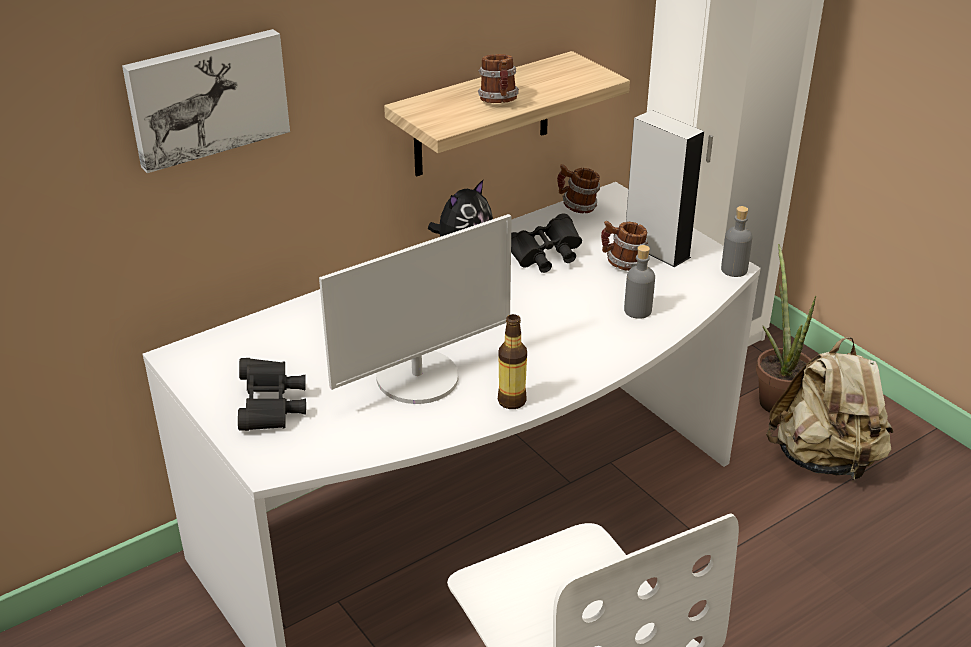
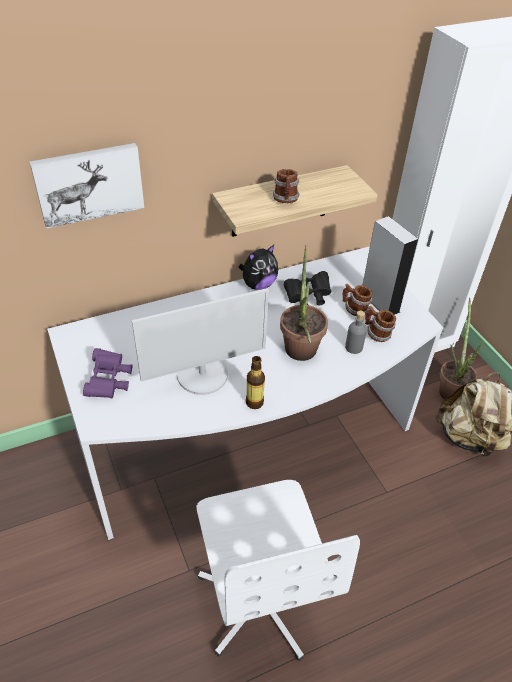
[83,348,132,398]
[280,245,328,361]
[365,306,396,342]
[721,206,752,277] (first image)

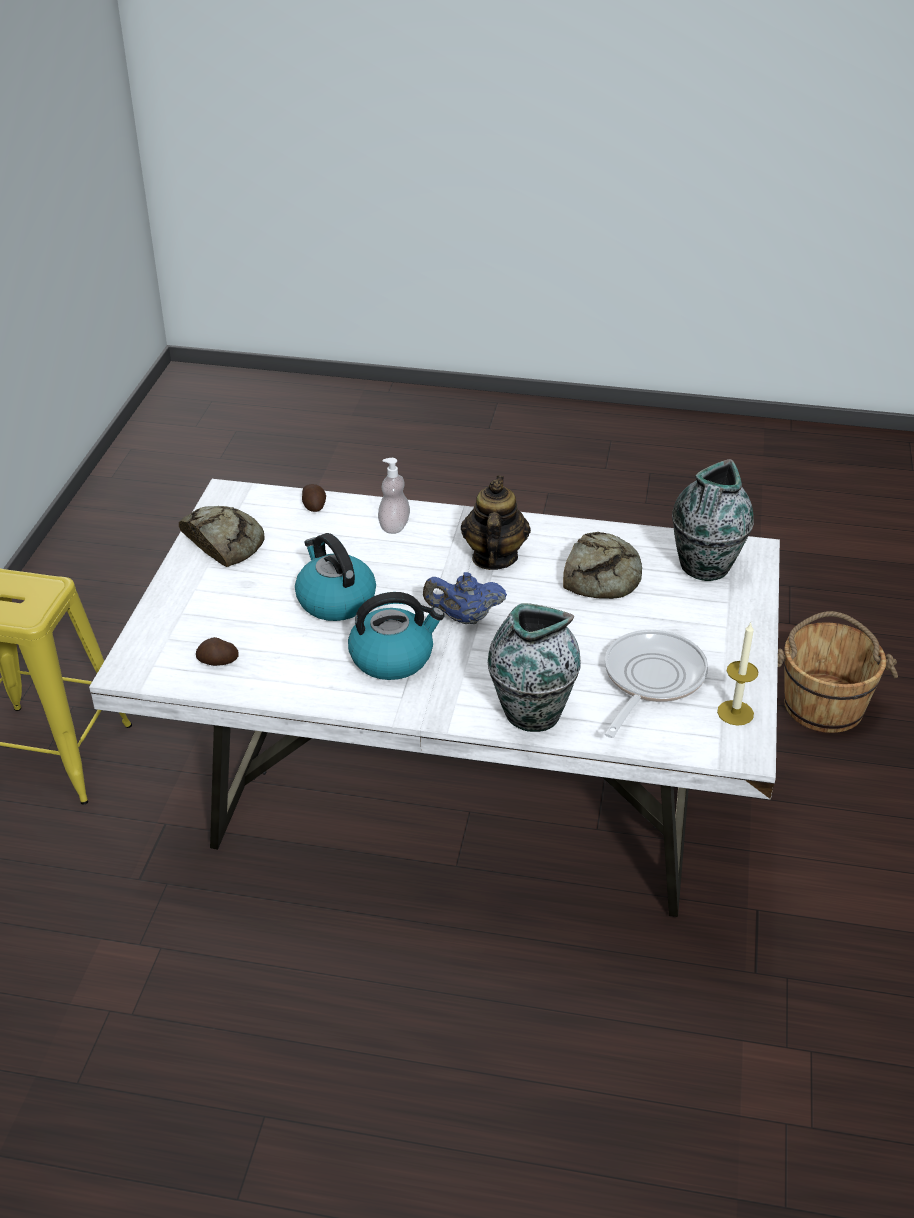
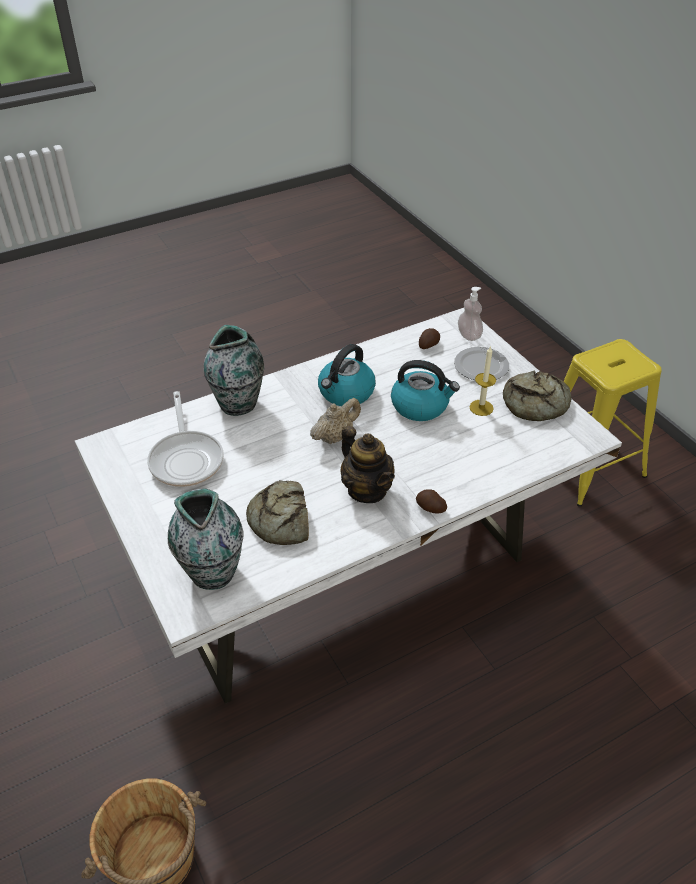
[310,398,361,445]
[416,489,447,514]
[454,347,509,380]
[458,287,483,341]
[469,345,496,416]

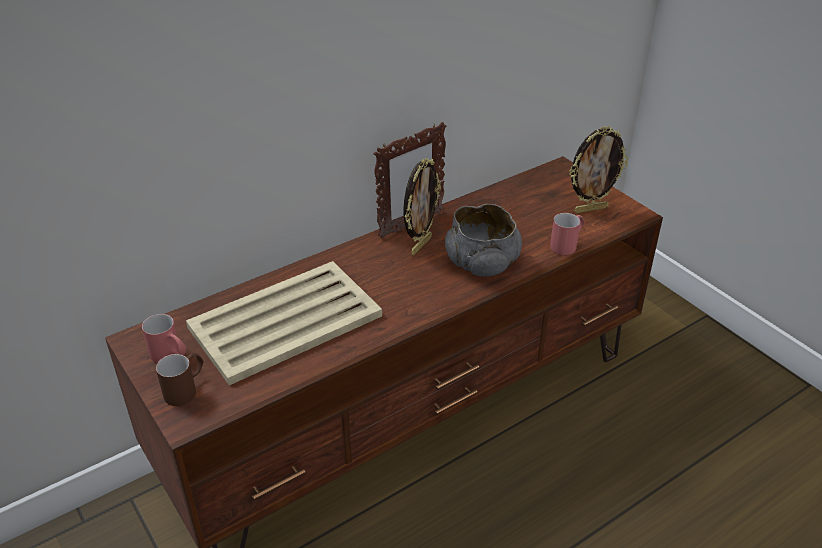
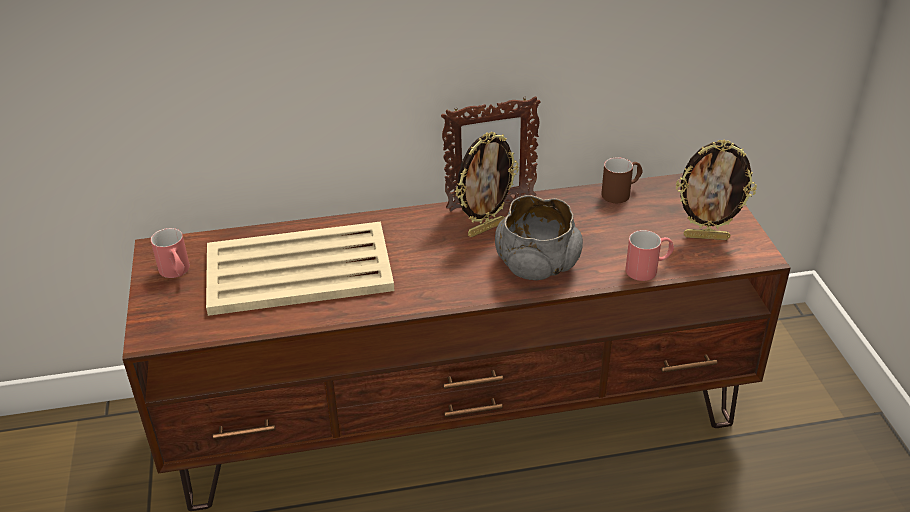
[601,157,643,203]

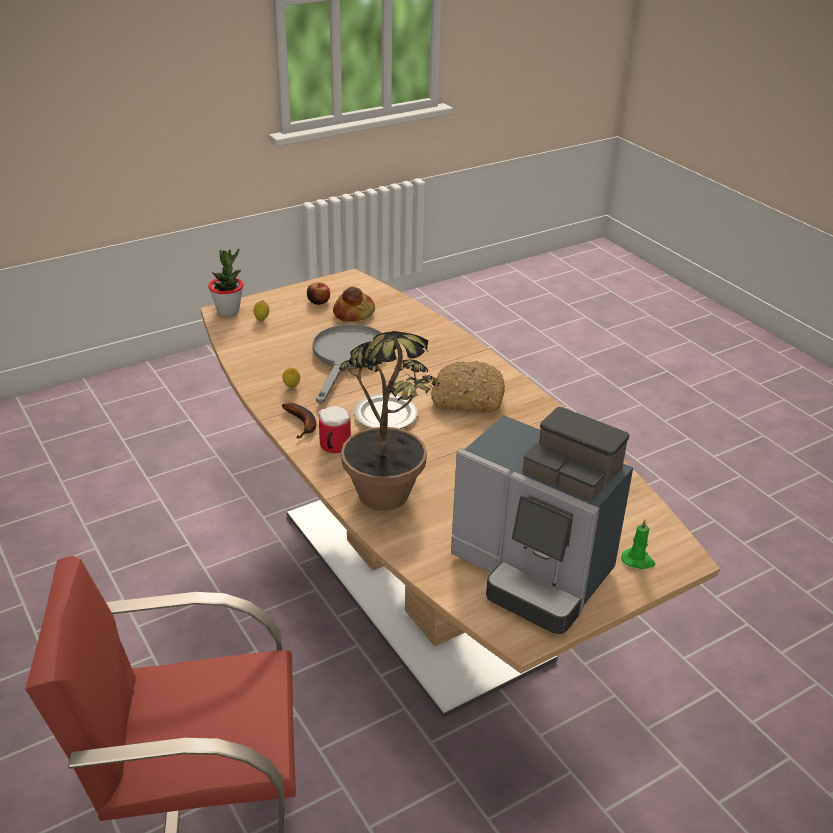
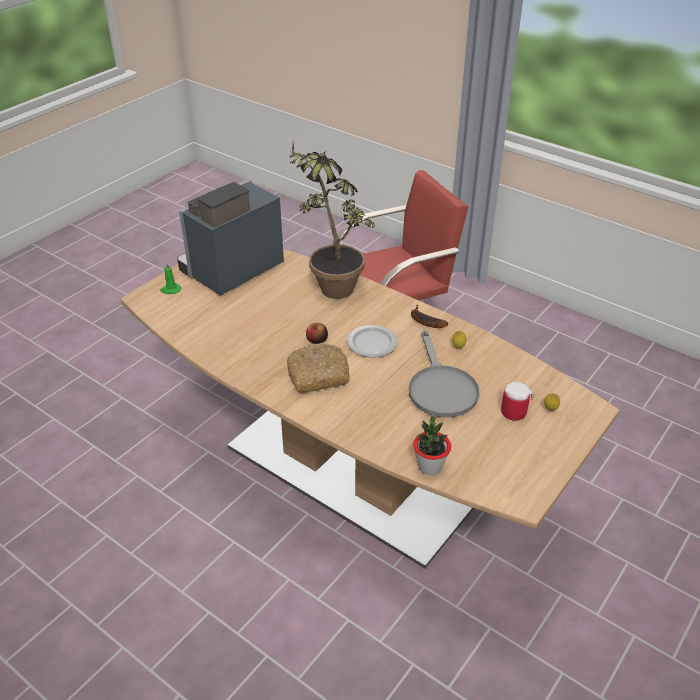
[177,179,284,296]
[306,323,328,344]
[413,416,451,475]
[501,382,534,421]
[333,287,375,322] (first image)

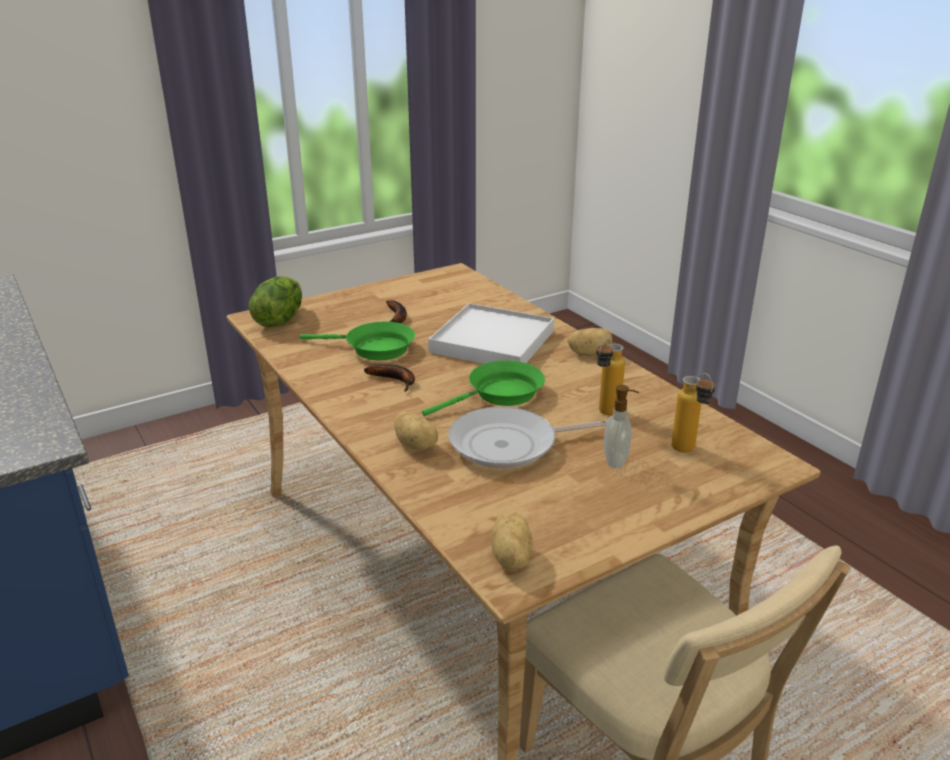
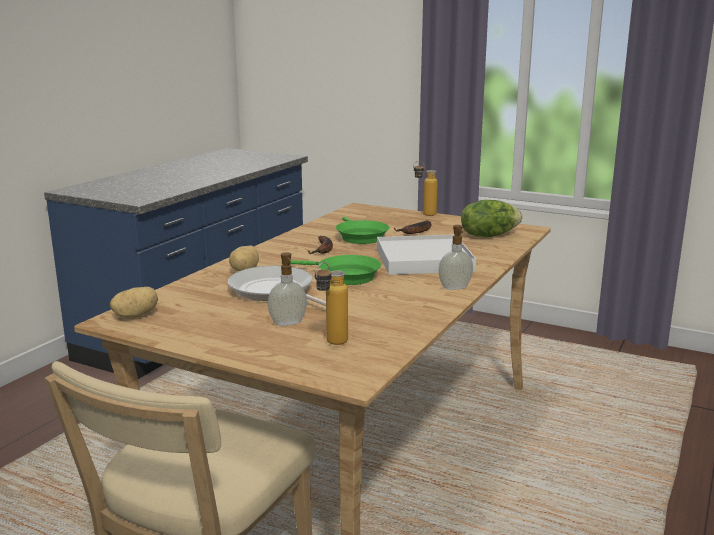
[413,161,438,216]
[439,225,473,290]
[461,200,522,237]

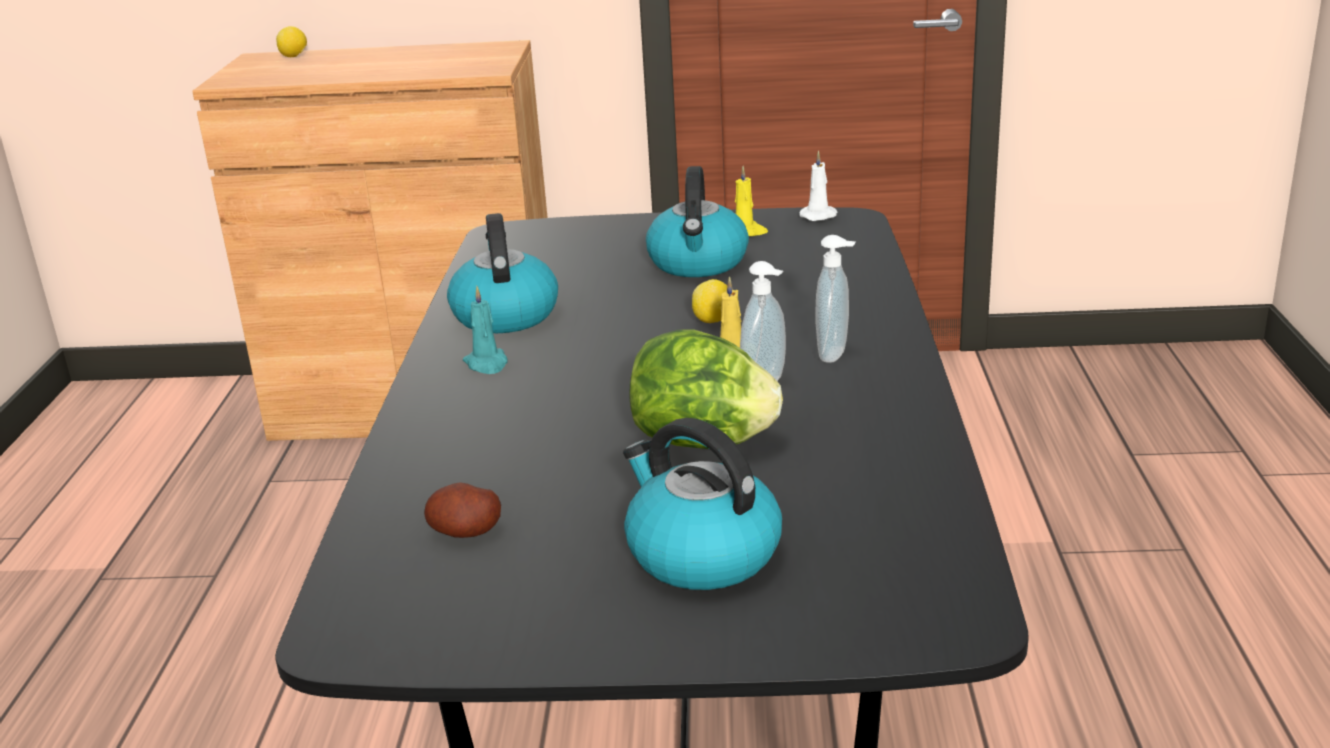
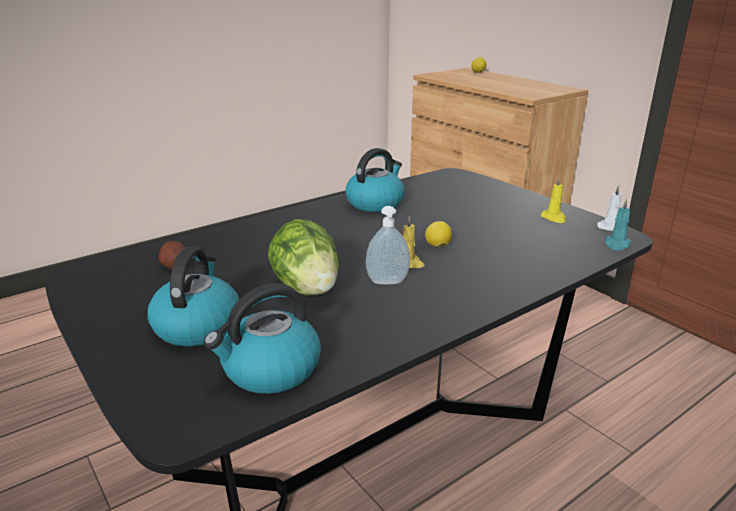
[204,283,321,394]
[605,199,631,250]
[815,235,856,363] (first image)

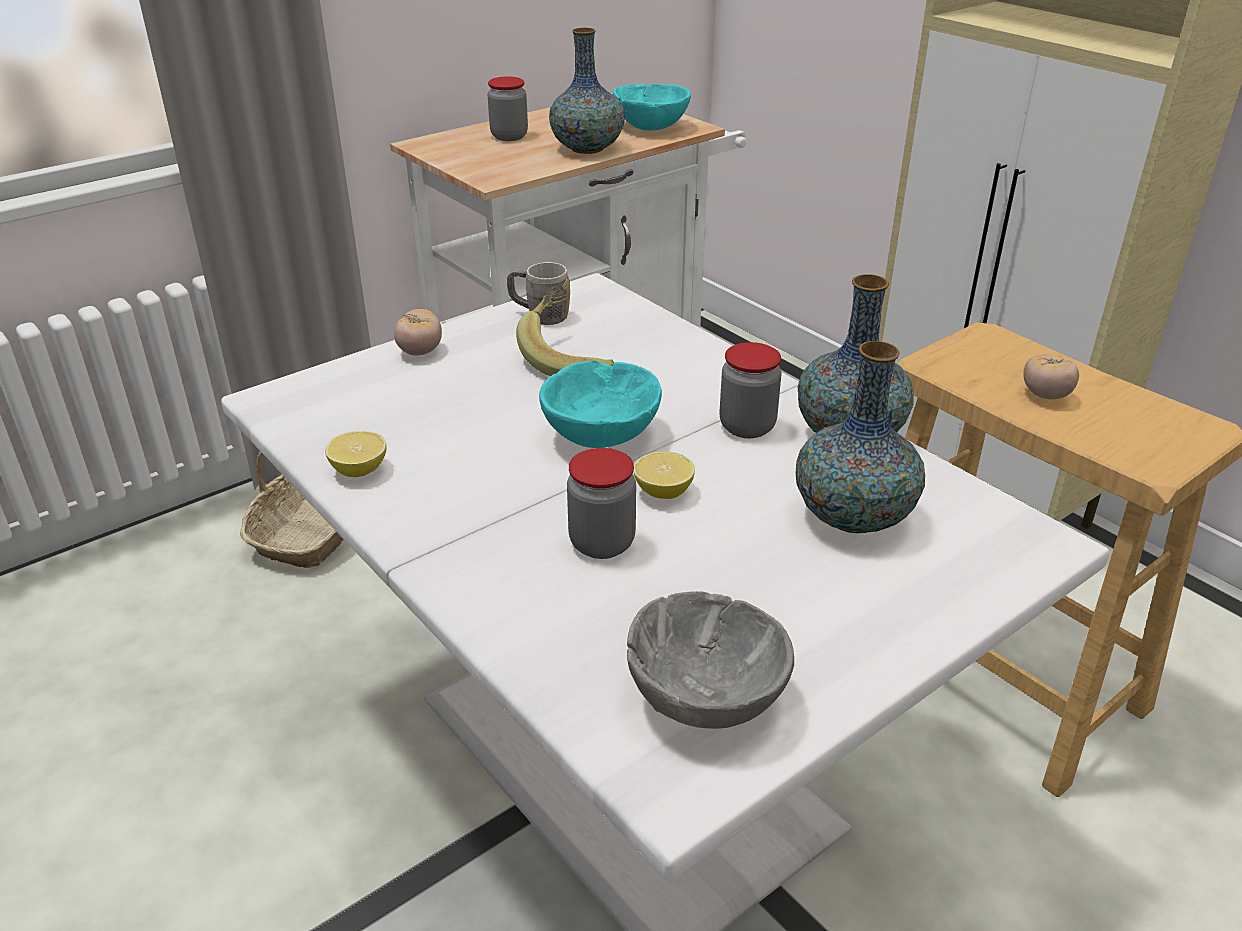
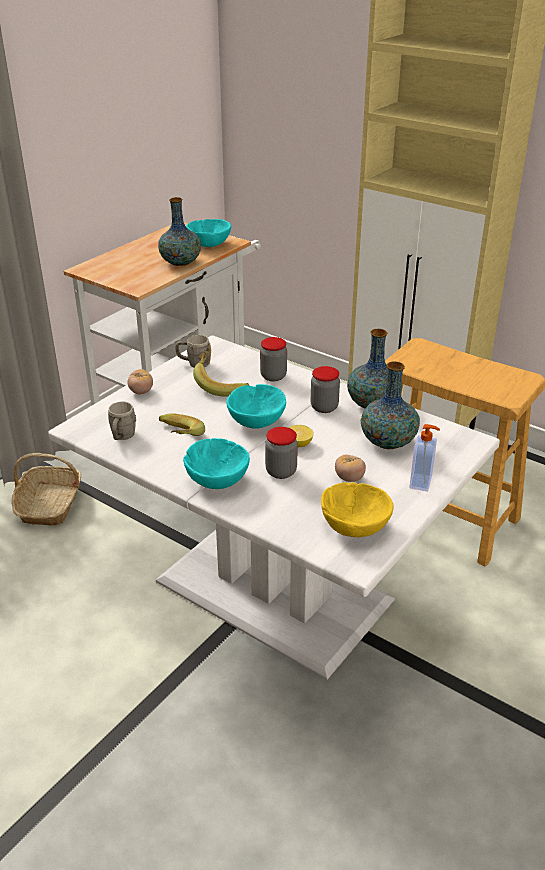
[108,402,136,440]
[159,413,205,436]
[183,438,250,489]
[260,337,287,381]
[321,482,394,537]
[335,454,366,482]
[410,424,440,492]
[325,431,387,477] (first image)

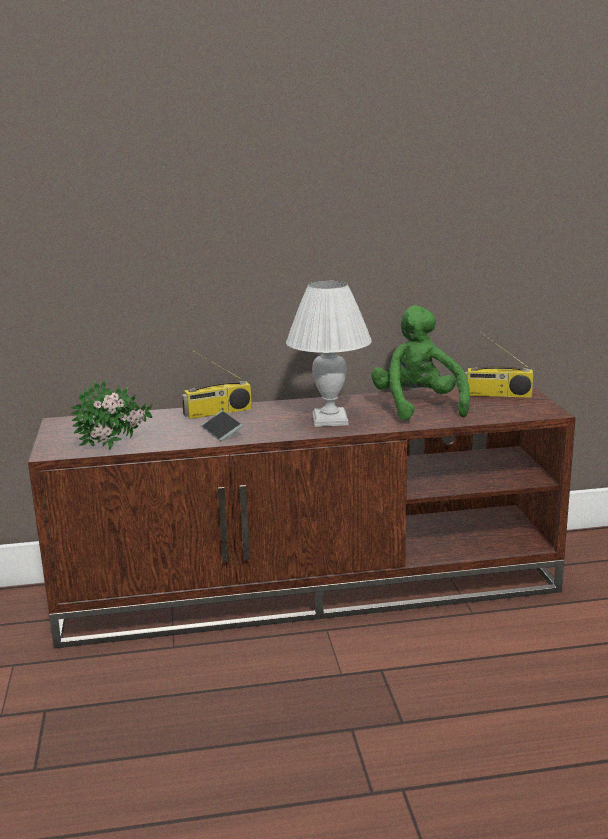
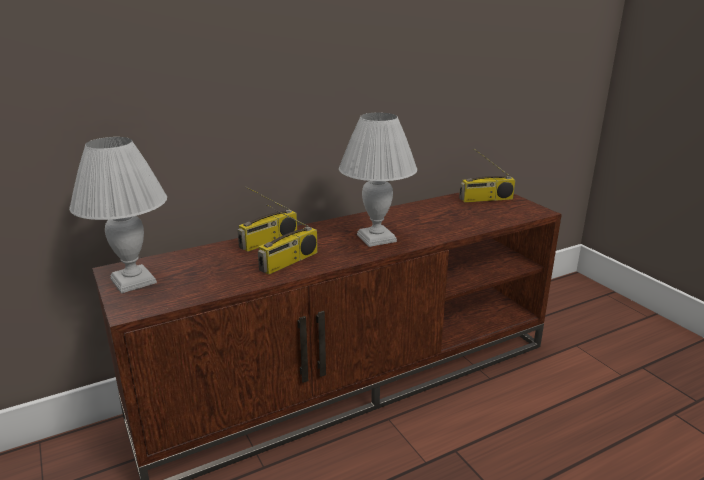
[69,137,167,293]
[258,204,318,275]
[71,380,152,450] (first image)
[371,305,470,421] (first image)

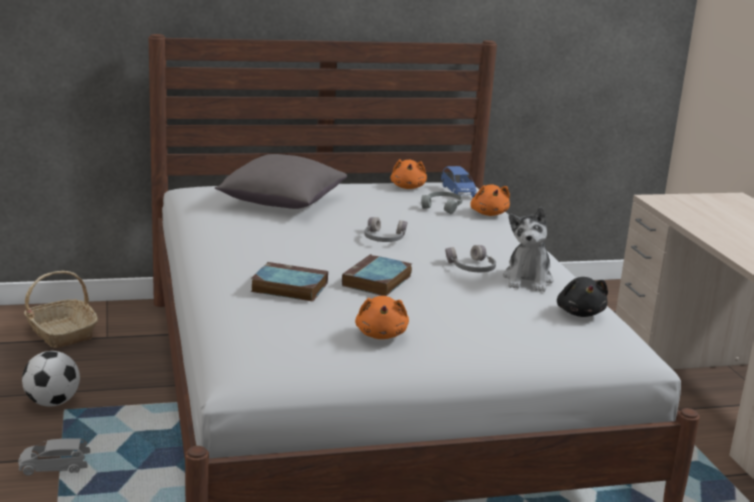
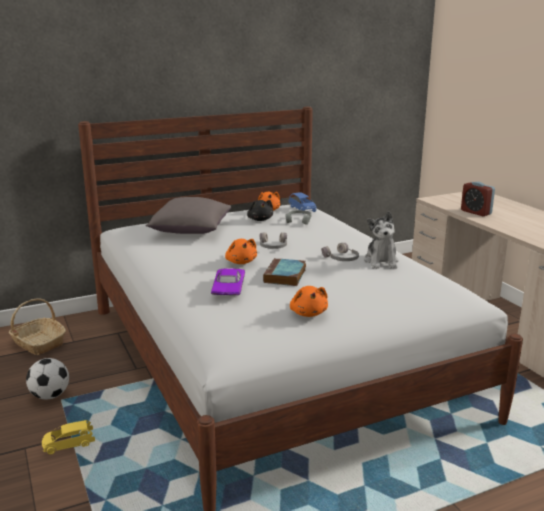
[42,420,95,455]
[211,268,245,295]
[225,239,257,264]
[247,200,273,221]
[461,182,495,216]

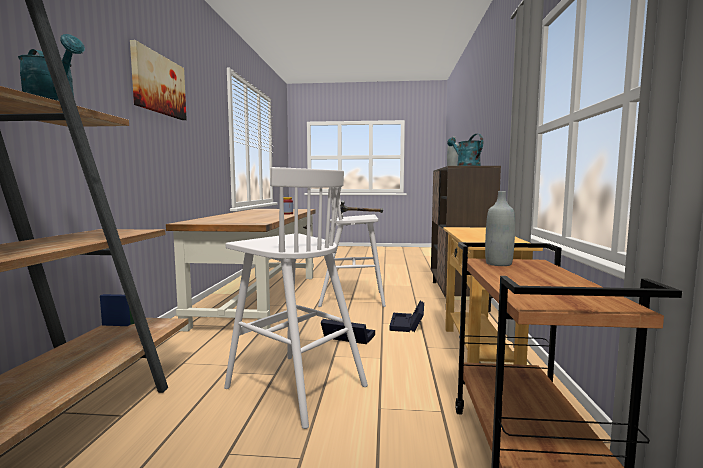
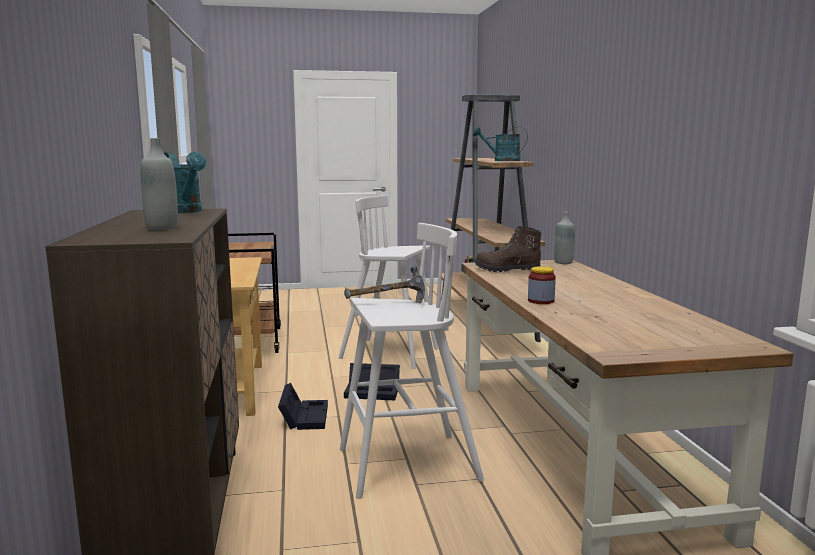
[474,226,542,272]
[554,212,575,264]
[130,40,187,120] (first image)

